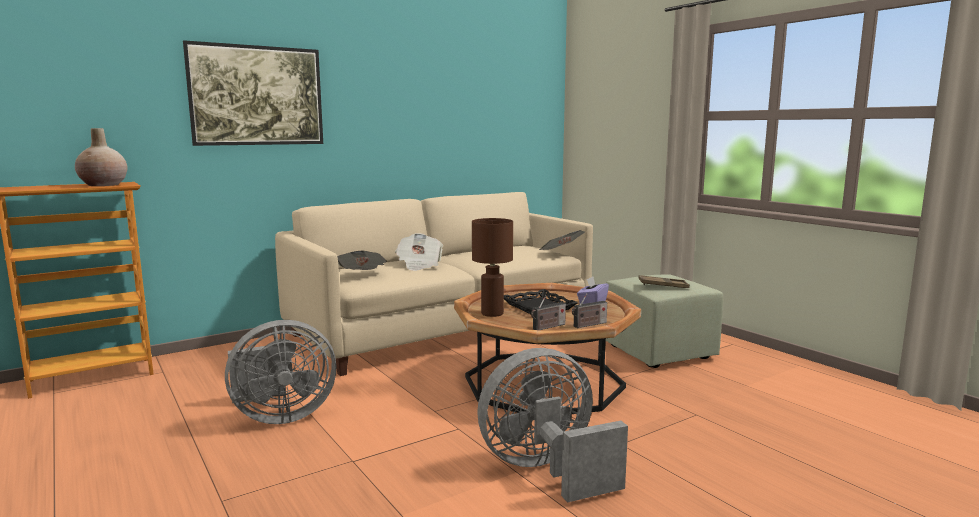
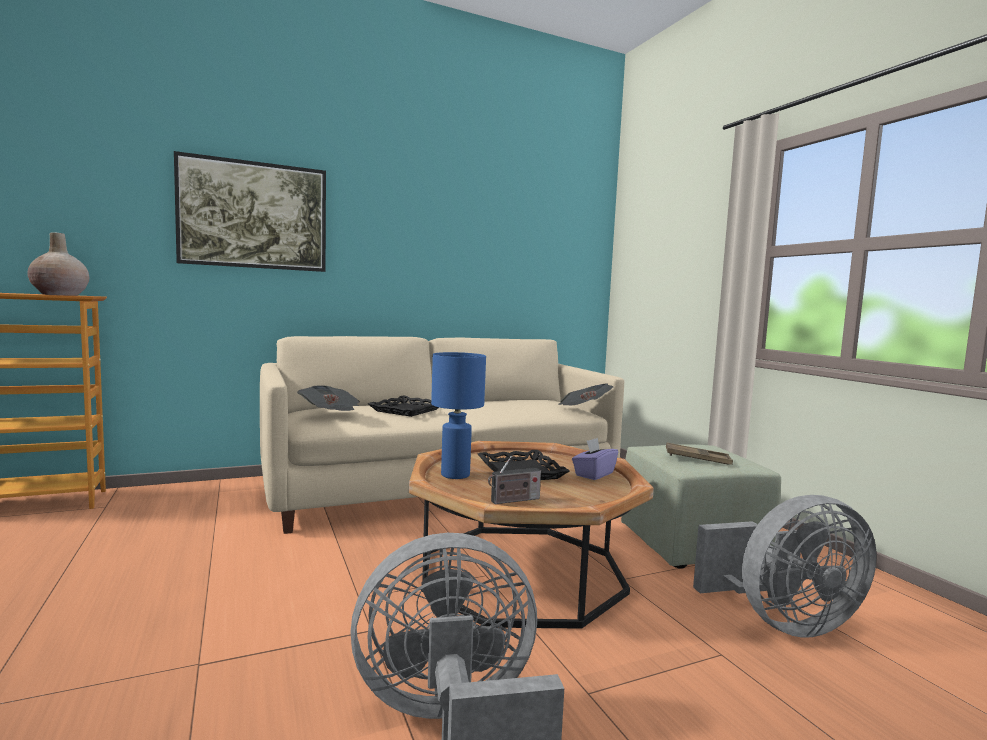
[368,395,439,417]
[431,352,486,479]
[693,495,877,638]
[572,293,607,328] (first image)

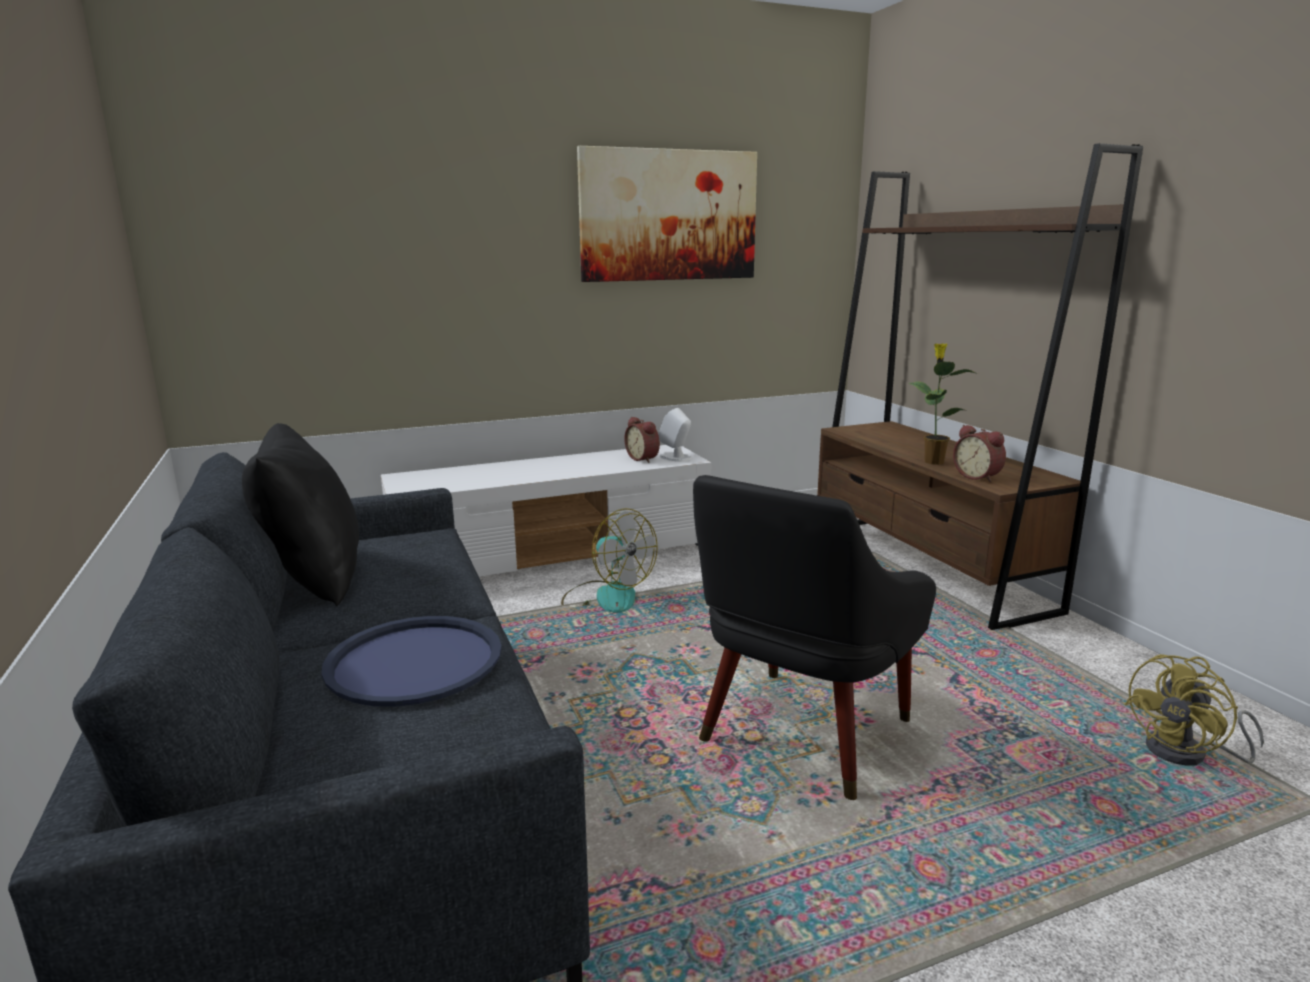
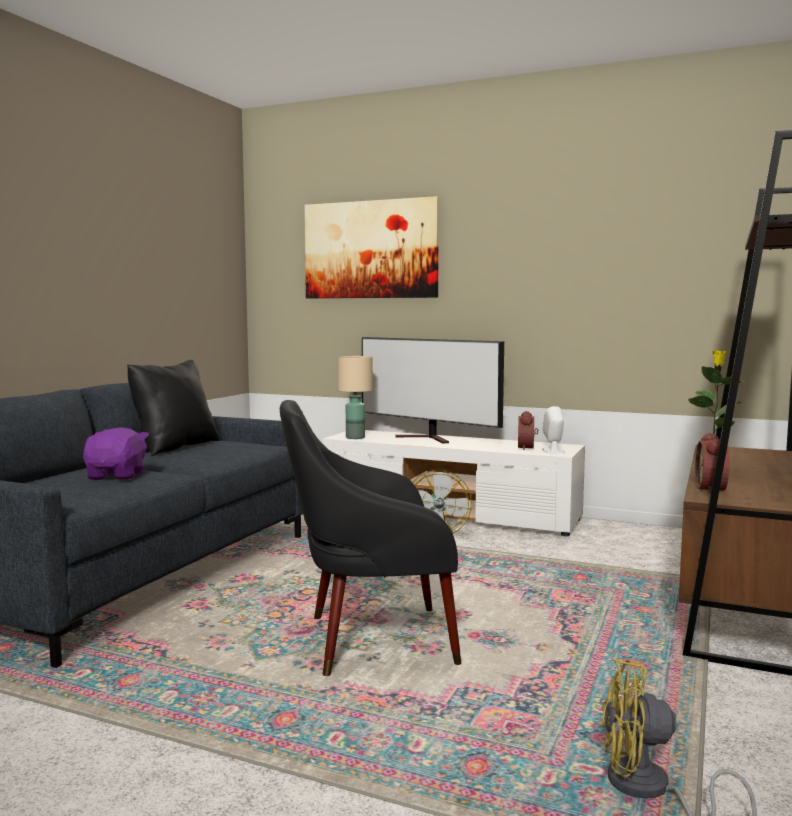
[83,427,149,480]
[304,196,439,298]
[337,356,373,439]
[362,337,504,444]

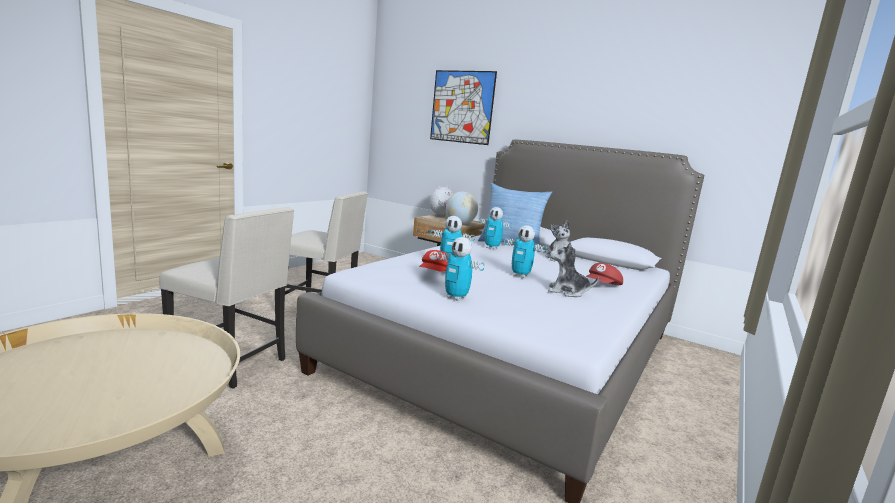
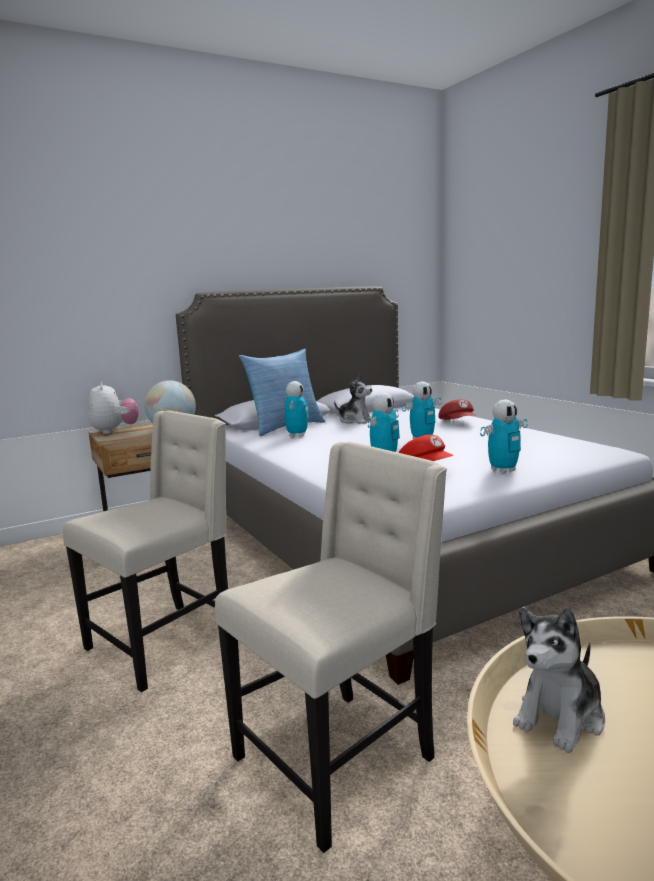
[285,381,309,437]
[513,608,605,753]
[430,70,497,145] (first image)

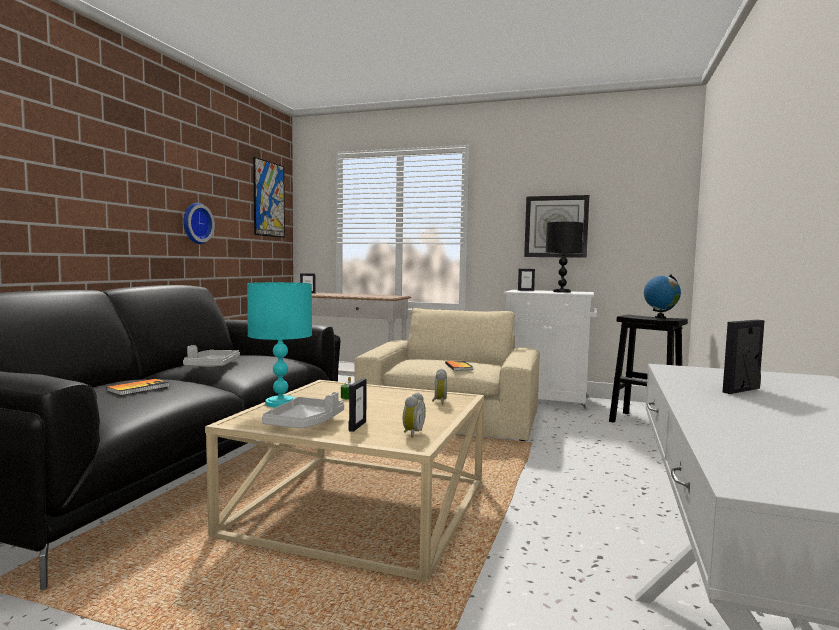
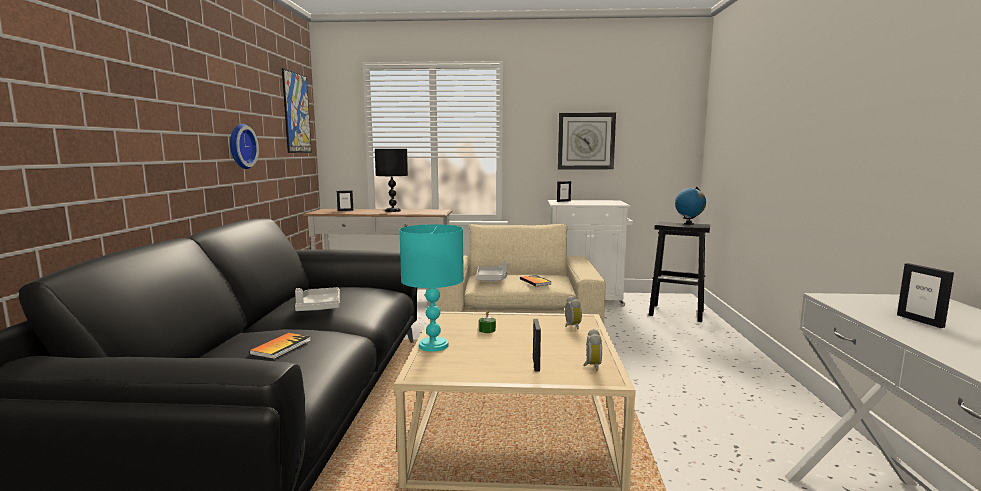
[375,149,408,212]
[476,261,507,281]
[897,263,954,328]

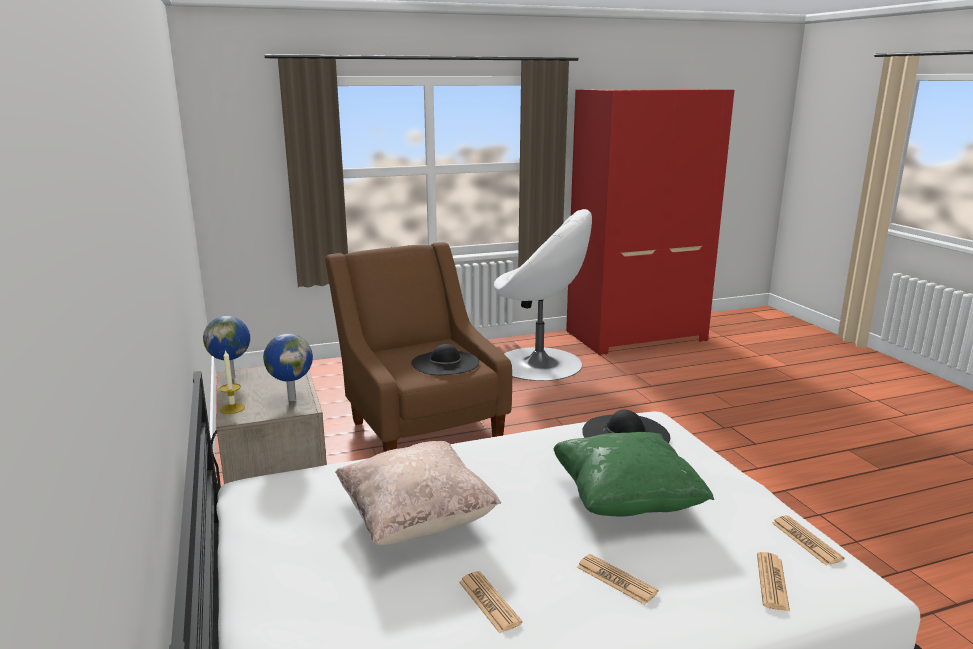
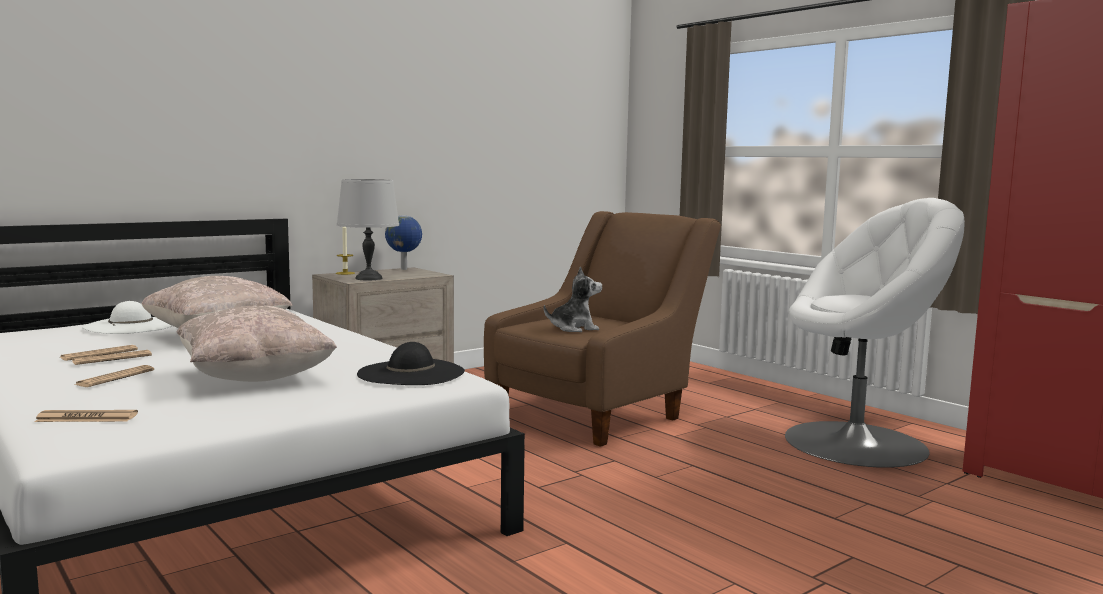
[72,350,152,365]
[82,301,172,334]
[176,306,337,382]
[337,179,399,280]
[544,267,602,332]
[785,198,965,468]

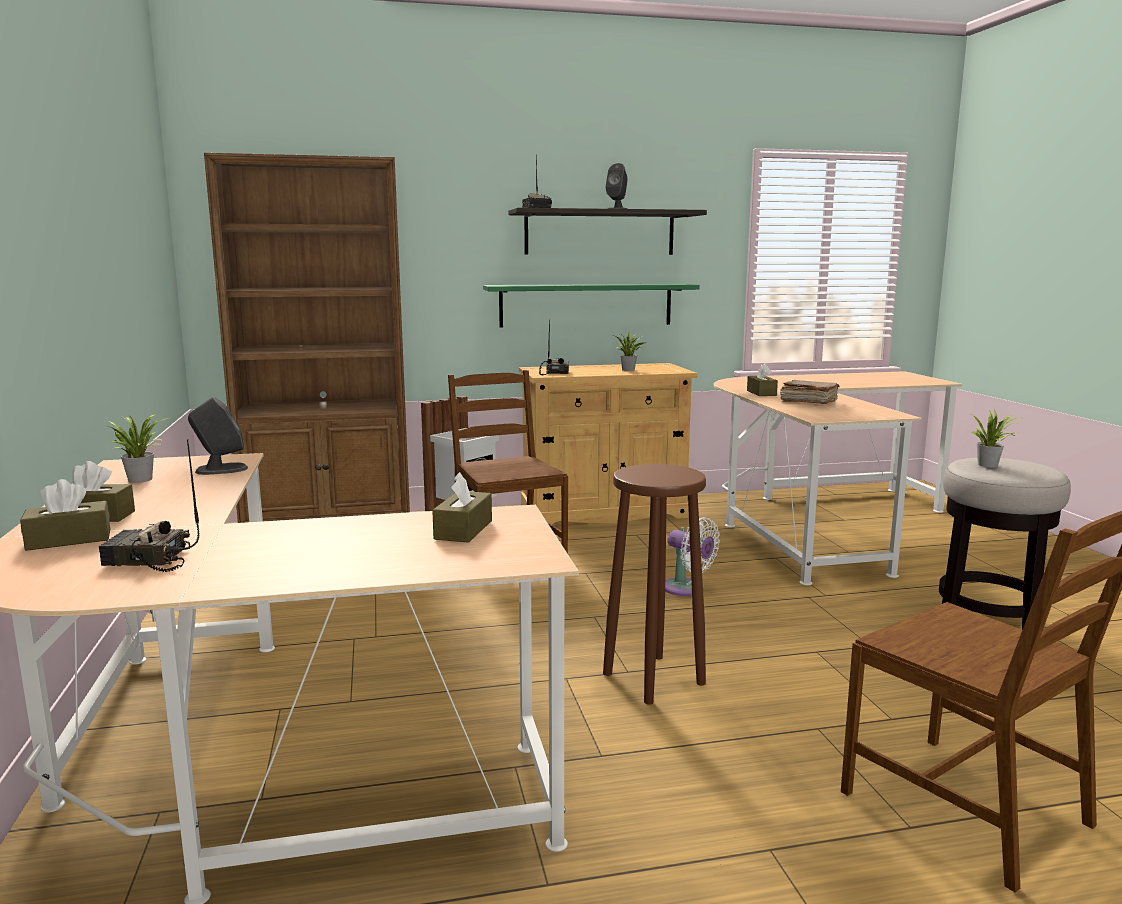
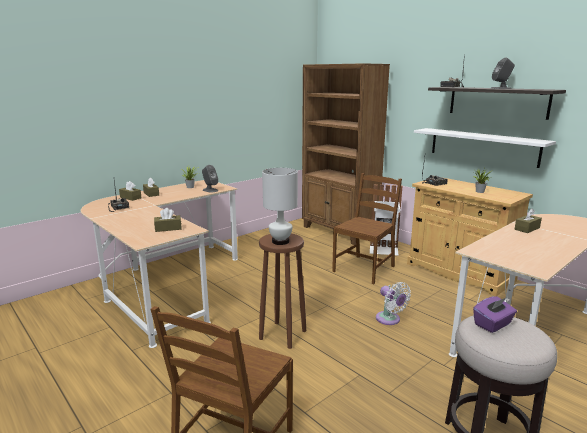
[262,168,298,245]
[376,282,411,325]
[414,128,556,168]
[473,297,517,333]
[780,380,839,404] (first image)

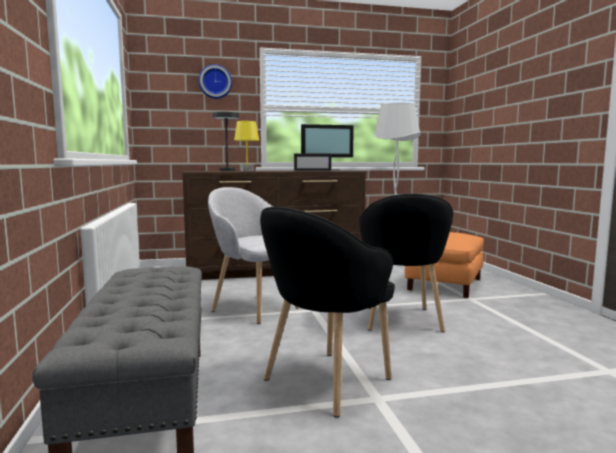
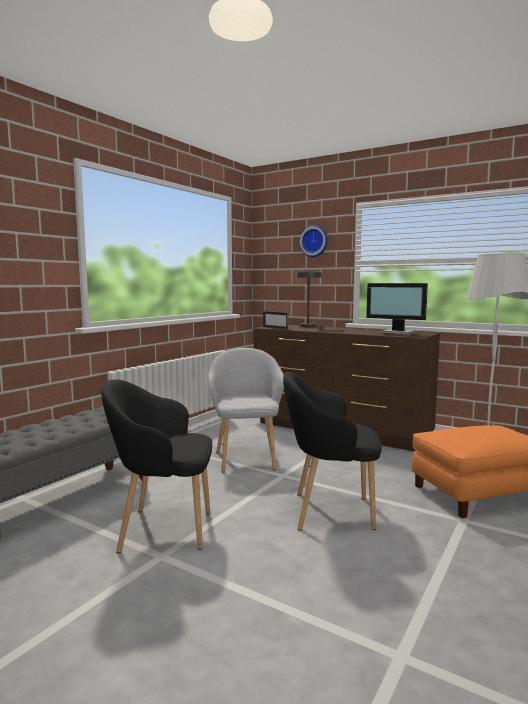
[263,311,289,330]
[283,372,382,530]
[234,121,259,172] (first image)

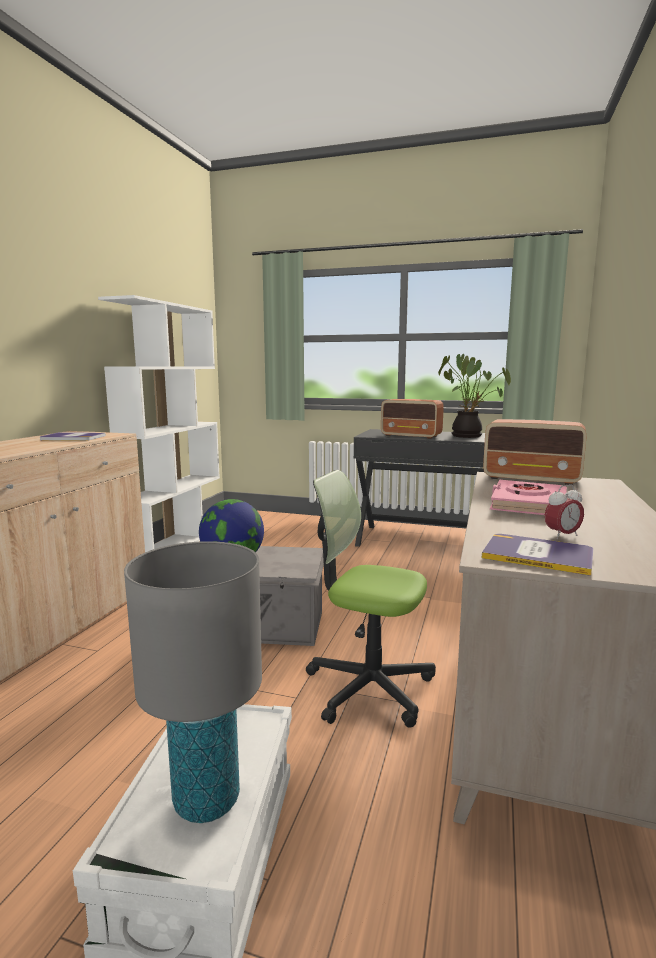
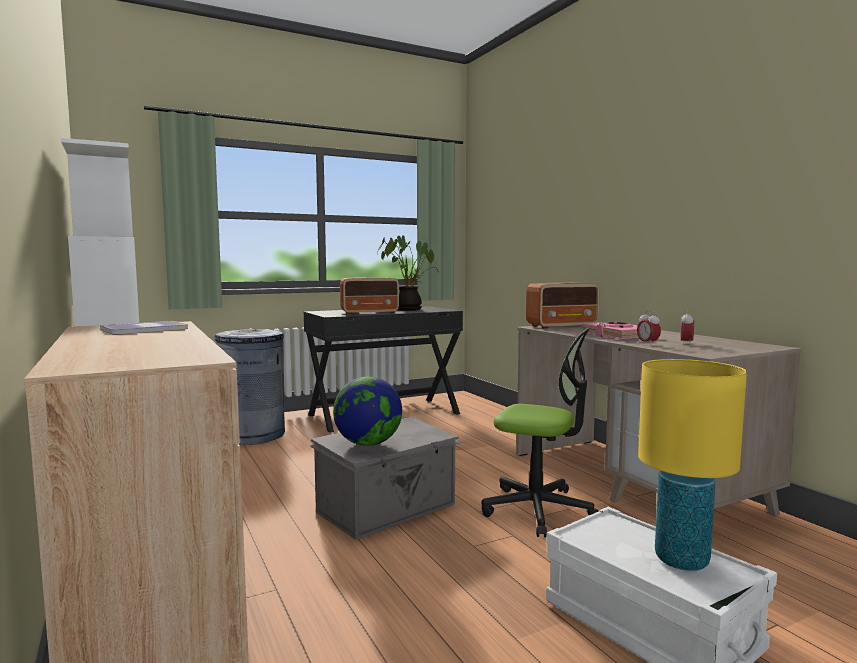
[215,328,285,445]
[482,328,599,537]
[637,311,661,344]
[638,359,747,571]
[482,534,593,576] (first image)

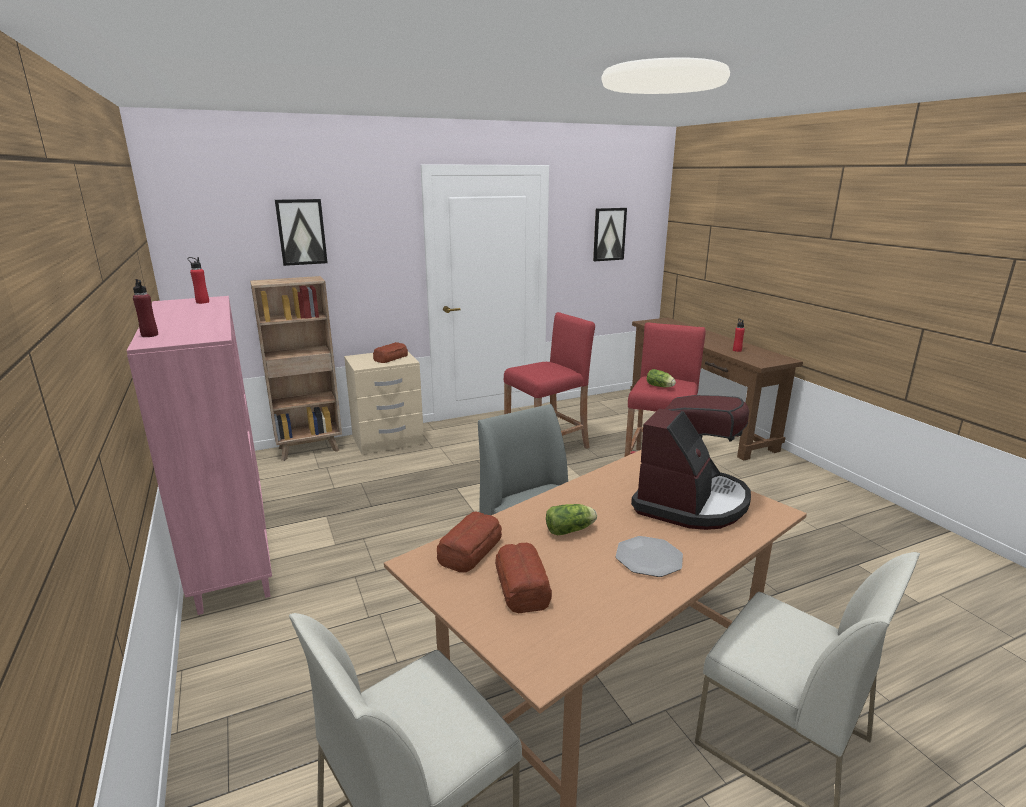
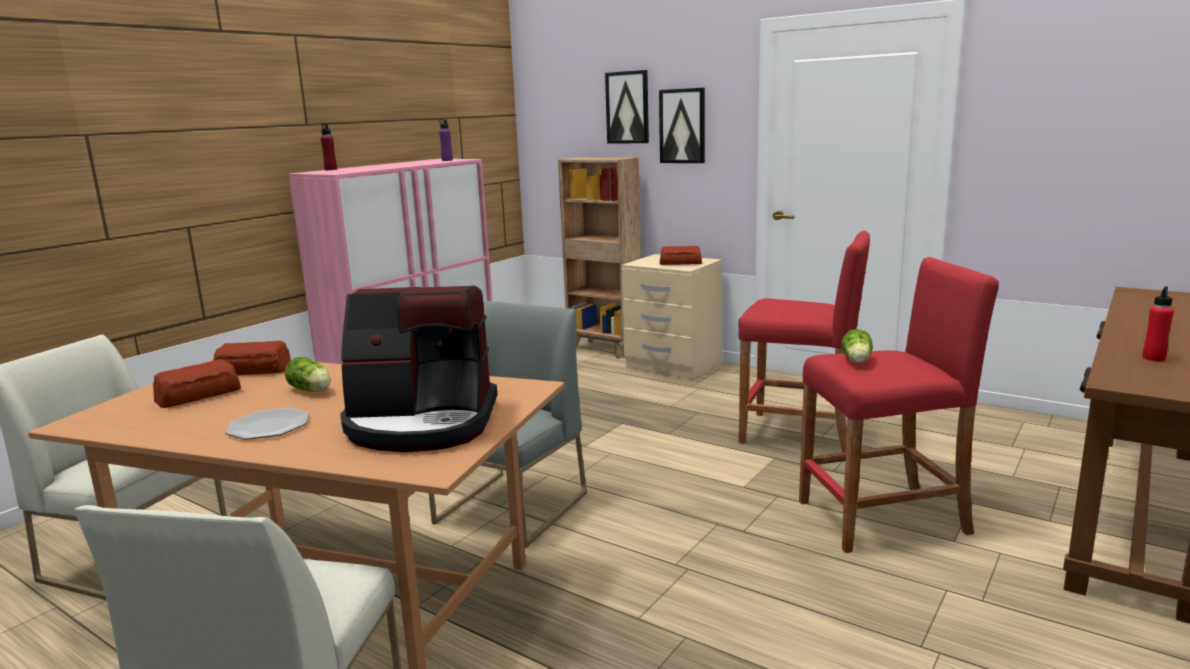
[439,119,453,161]
[659,88,705,163]

